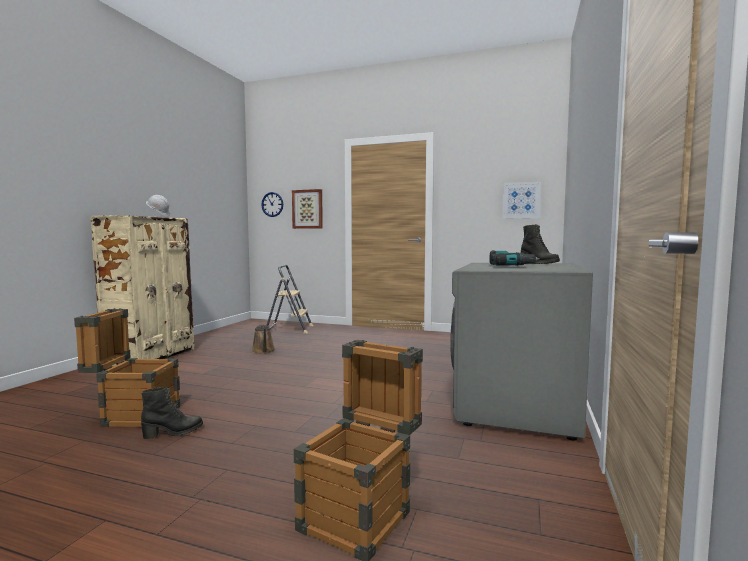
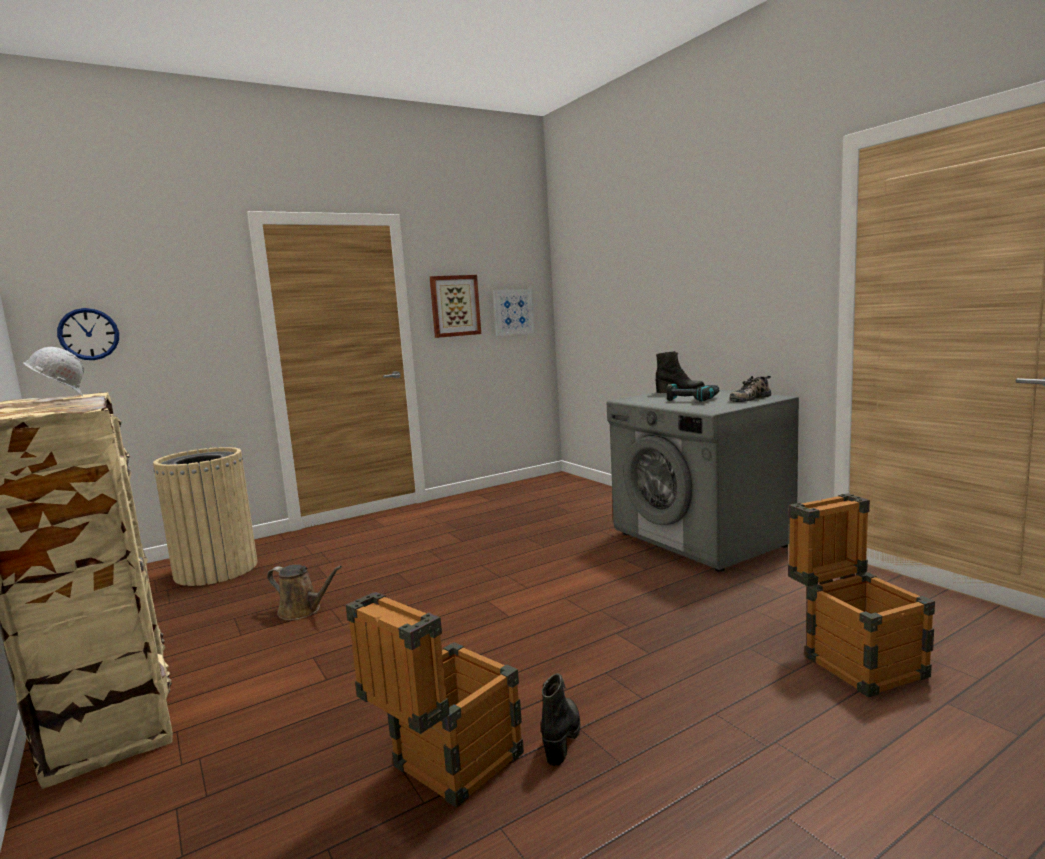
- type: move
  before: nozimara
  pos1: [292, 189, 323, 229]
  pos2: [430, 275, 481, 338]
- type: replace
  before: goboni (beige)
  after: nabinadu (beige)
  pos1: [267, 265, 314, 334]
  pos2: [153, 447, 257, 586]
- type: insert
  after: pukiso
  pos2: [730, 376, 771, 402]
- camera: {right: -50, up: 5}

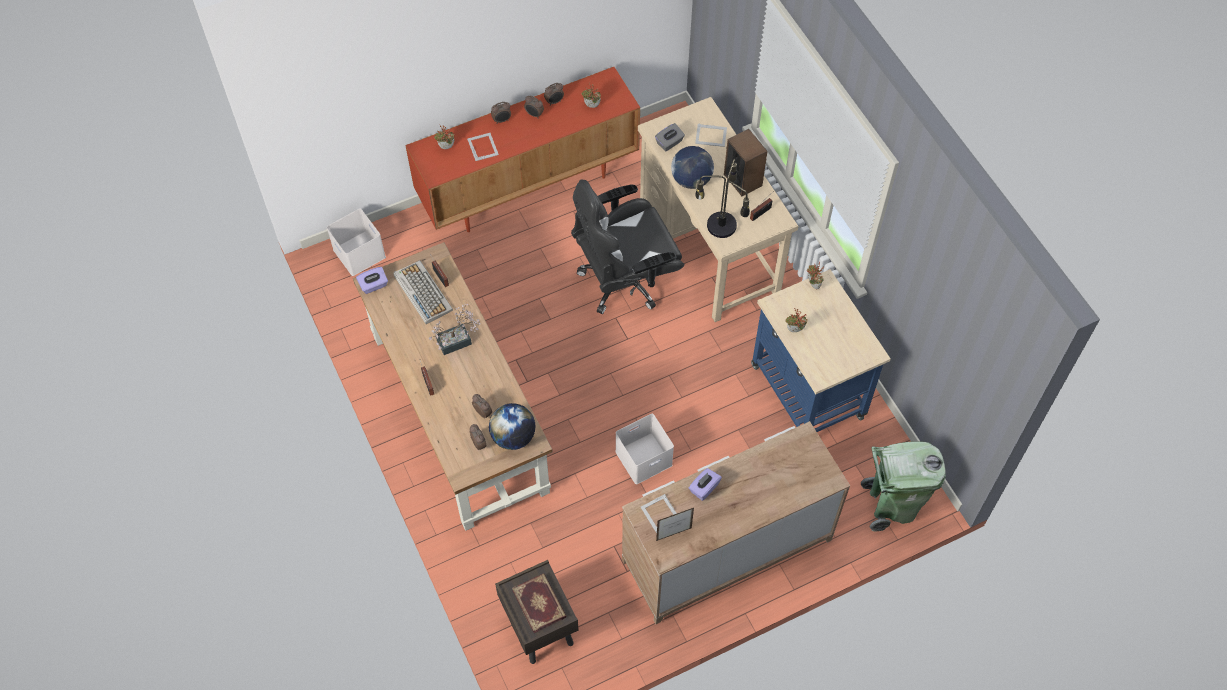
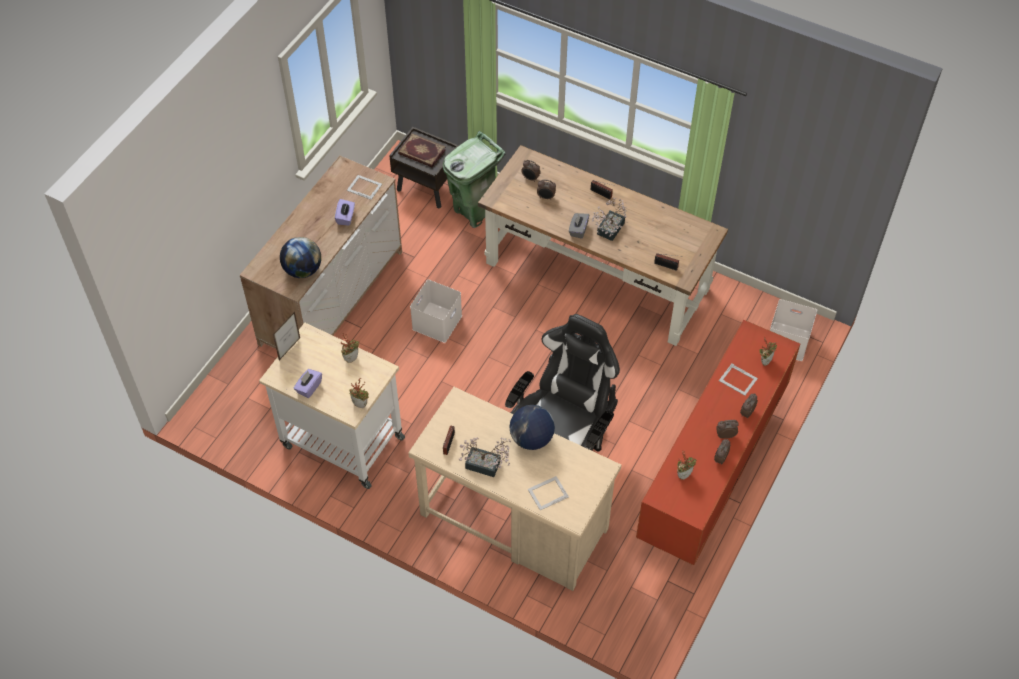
- type: move
  before: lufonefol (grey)
  pos1: [655, 123, 685, 151]
  pos2: [569, 213, 589, 239]
- type: replace
  before: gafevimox
  after: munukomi
  pos1: [724, 129, 768, 196]
  pos2: [459, 437, 511, 477]
- type: delete
  before: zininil
  pos1: [695, 159, 750, 238]
- type: delete
  before: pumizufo
  pos1: [393, 260, 453, 324]
- type: move
  before: lufonefol (purple)
  pos1: [356, 267, 388, 294]
  pos2: [294, 369, 322, 398]
- type: recolor
  before: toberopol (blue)
  after: toberopol (white)
  pos1: [751, 269, 891, 432]
  pos2: [259, 323, 405, 489]
- type: move
  before: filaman
  pos1: [489, 403, 536, 450]
  pos2: [280, 237, 321, 278]
- type: move
  before: nabinadu (green)
  pos1: [861, 441, 946, 531]
  pos2: [443, 131, 506, 228]
- type: move
  before: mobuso
  pos1: [656, 508, 694, 541]
  pos2: [273, 311, 300, 360]
- camera: {right: 145, up: -5}

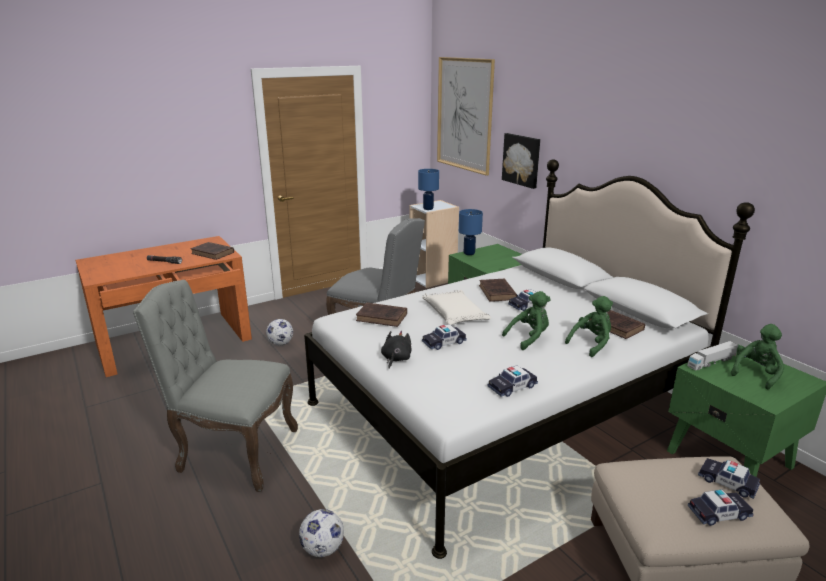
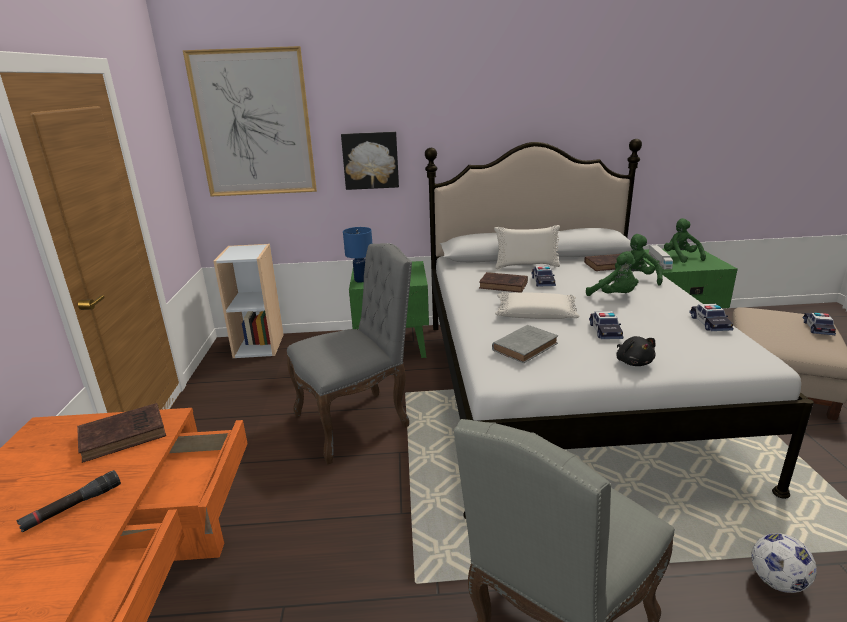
- type: delete
  before: zininil (blue)
  pos1: [418, 169, 439, 210]
- type: rotate
  before: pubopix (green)
  pos1: [502, 291, 551, 350]
  pos2: [586, 251, 636, 296]
  turn: 135
- type: recolor
  before: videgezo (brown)
  after: videgezo (grey)
  pos1: [356, 303, 407, 327]
  pos2: [492, 325, 558, 363]
- type: delete
  before: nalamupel
  pos1: [266, 319, 293, 345]
- type: rotate
  before: pubopix (black)
  pos1: [381, 331, 412, 369]
  pos2: [616, 336, 656, 366]
  turn: -150
- type: delete
  before: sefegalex
  pos1: [698, 458, 760, 499]
- type: insert
  after: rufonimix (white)
  pos2: [494, 225, 560, 269]
- camera: {right: -60, up: 0}

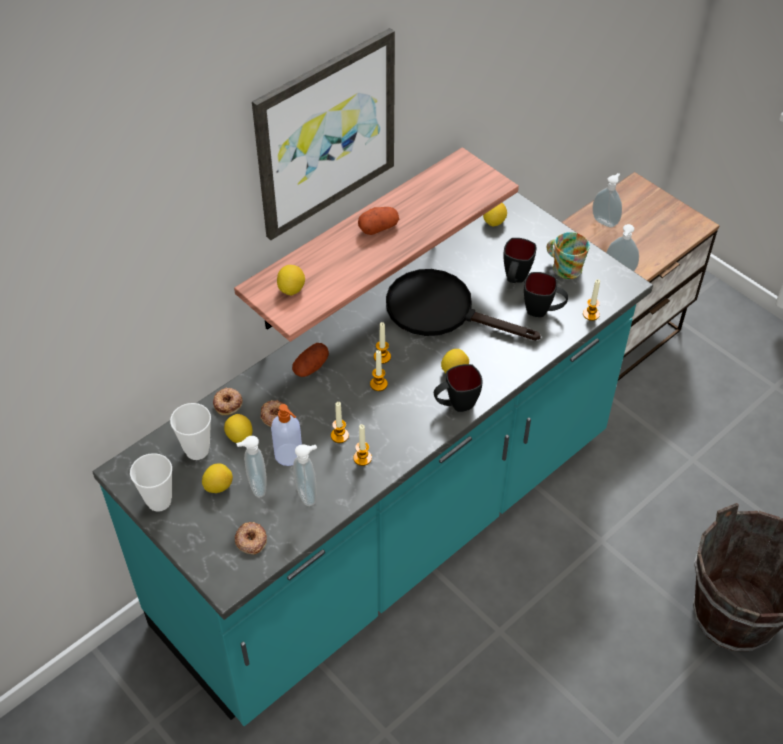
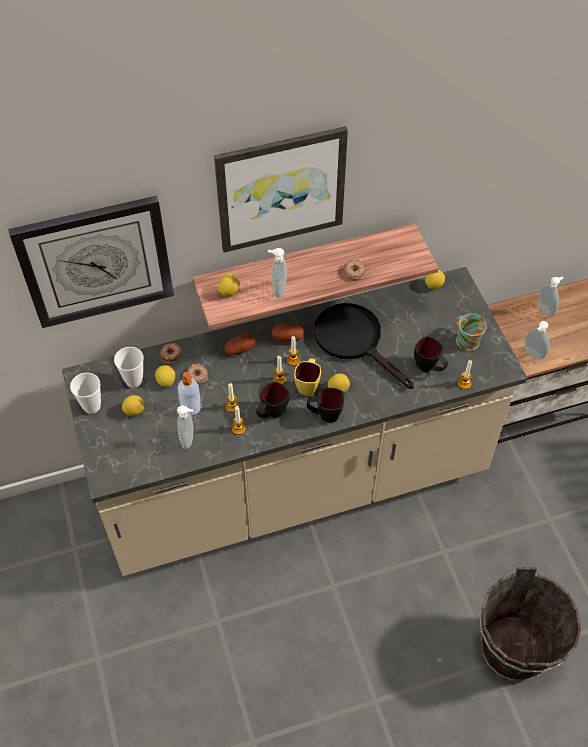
- type: recolor
  before: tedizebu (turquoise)
  after: tedizebu (beige)
  pos1: [92, 192, 653, 726]
  pos2: [62, 267, 527, 576]
- type: move
  before: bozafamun
  pos1: [358, 207, 399, 235]
  pos2: [272, 324, 304, 342]
- type: move
  before: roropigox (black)
  pos1: [504, 238, 536, 283]
  pos2: [256, 382, 290, 418]
- type: move
  before: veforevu
  pos1: [236, 436, 267, 498]
  pos2: [268, 248, 287, 297]
- type: move
  before: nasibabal
  pos1: [235, 522, 267, 555]
  pos2: [343, 259, 366, 281]
- type: insert
  after: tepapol
  pos2: [8, 196, 174, 328]
- type: insert
  after: roropigox (yellow)
  pos2: [294, 359, 321, 396]
- camera: {right: 25, up: 5}

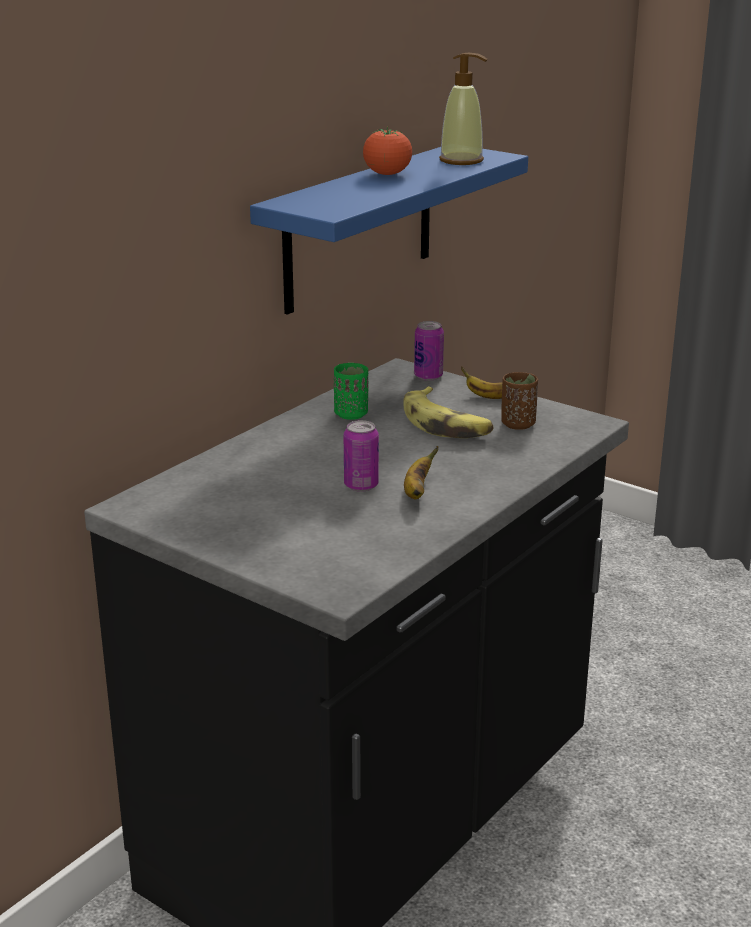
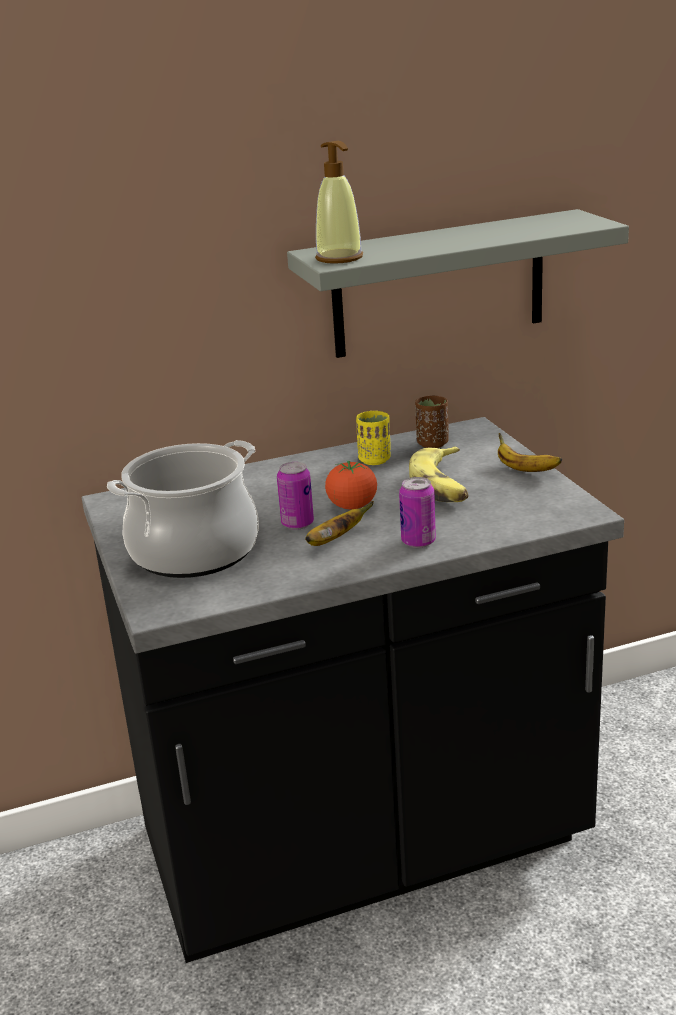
- type: move
  before: veforevu
  pos1: [439, 53, 488, 165]
  pos2: [315, 141, 363, 264]
- type: move
  before: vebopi
  pos1: [363, 126, 412, 175]
  pos2: [325, 461, 377, 509]
- type: recolor
  before: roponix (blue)
  after: roponix (grey)
  pos1: [250, 147, 528, 315]
  pos2: [287, 209, 629, 358]
- type: move
  before: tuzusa
  pos1: [414, 321, 444, 381]
  pos2: [399, 477, 436, 548]
- type: recolor
  before: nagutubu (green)
  after: nagutubu (yellow)
  pos1: [334, 363, 368, 420]
  pos2: [356, 411, 391, 465]
- type: move
  before: nagutubu (brown)
  pos1: [501, 372, 538, 430]
  pos2: [415, 396, 449, 448]
- type: insert
  after: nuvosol
  pos2: [107, 440, 259, 578]
- camera: {right: 35, up: 0}

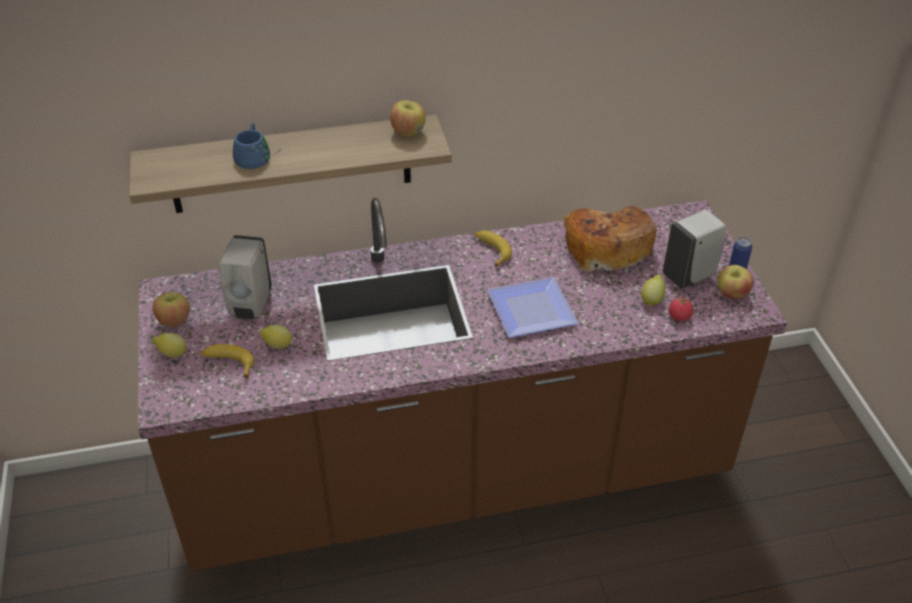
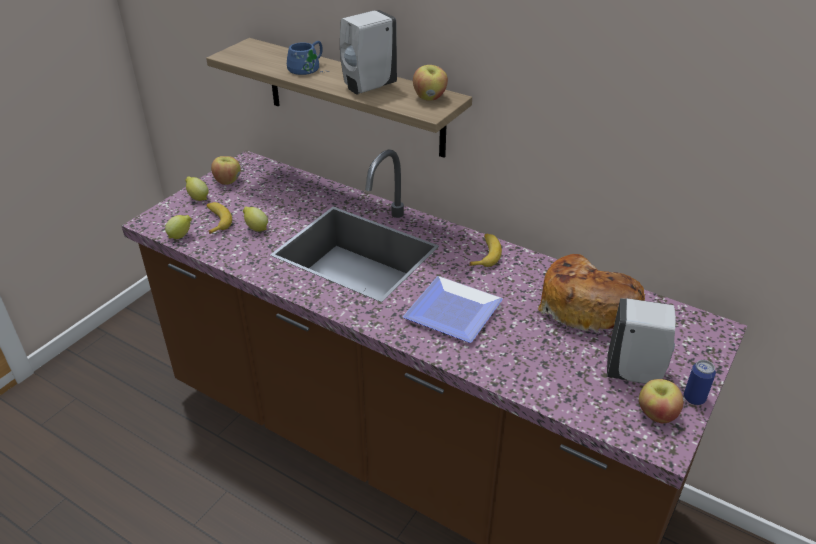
- type: move
  before: veforevu (white)
  pos1: [219, 235, 272, 319]
  pos2: [340, 10, 397, 95]
- type: move
  before: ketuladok
  pos1: [641, 275, 665, 307]
  pos2: [165, 215, 192, 239]
- type: delete
  before: vebopi
  pos1: [669, 296, 693, 321]
- camera: {right: 45, up: -5}

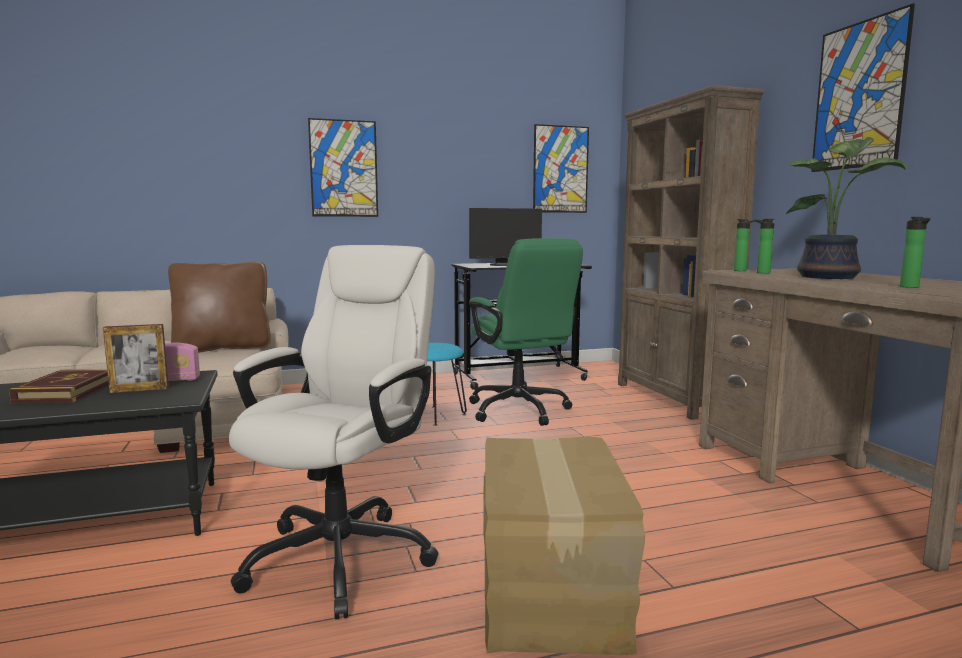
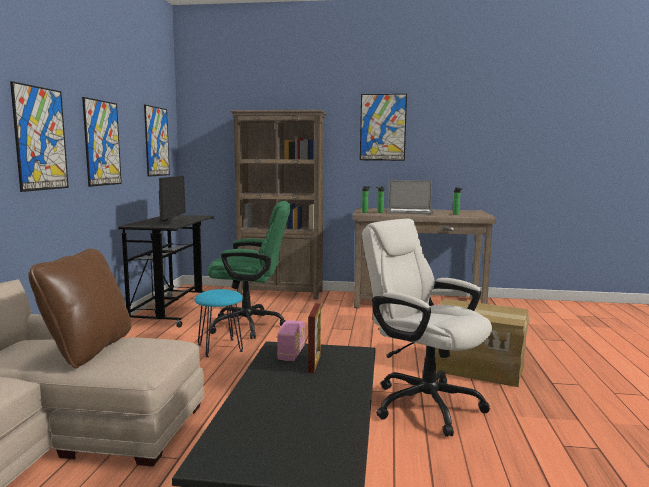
- type: replace
  before: munukomi
  after: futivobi
  pos1: [786, 137, 907, 279]
  pos2: [388, 180, 434, 214]
- type: delete
  before: videgezo
  pos1: [9, 369, 109, 404]
- type: insert
  after: nozimara
  pos2: [82, 97, 122, 187]
- camera: {right: -65, up: 0}

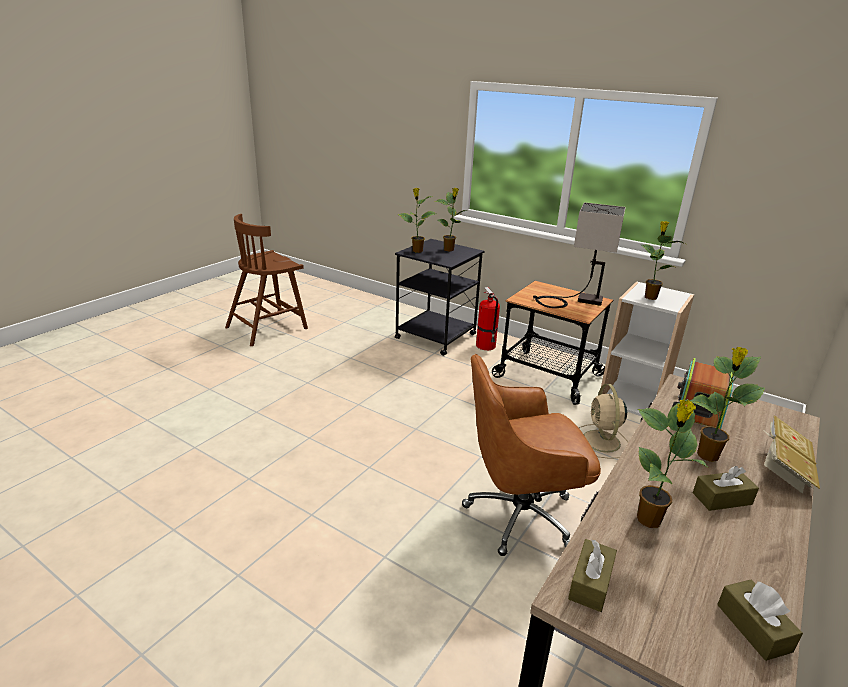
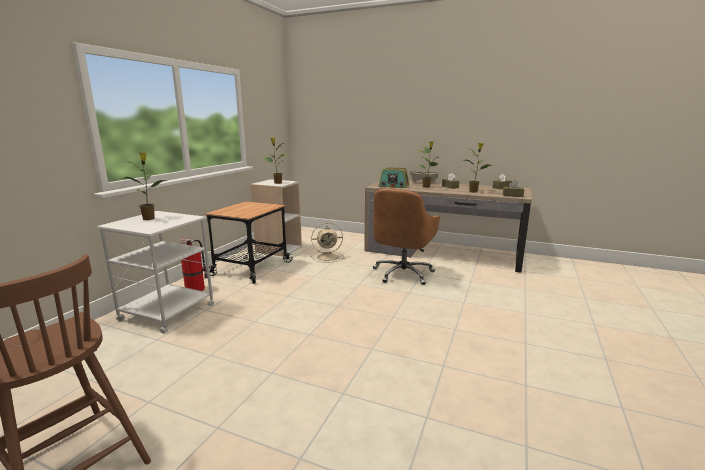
- type: delete
  before: munukomi
  pos1: [397, 188, 436, 253]
- type: delete
  before: zininil
  pos1: [533, 202, 626, 308]
- type: recolor
  before: toberopol (black)
  after: toberopol (white)
  pos1: [395, 239, 484, 356]
  pos2: [97, 211, 214, 334]
- type: rotate
  before: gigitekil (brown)
  pos1: [462, 354, 601, 556]
  pos2: [373, 188, 440, 285]
  turn: 45
- camera: {right: -100, up: -10}

